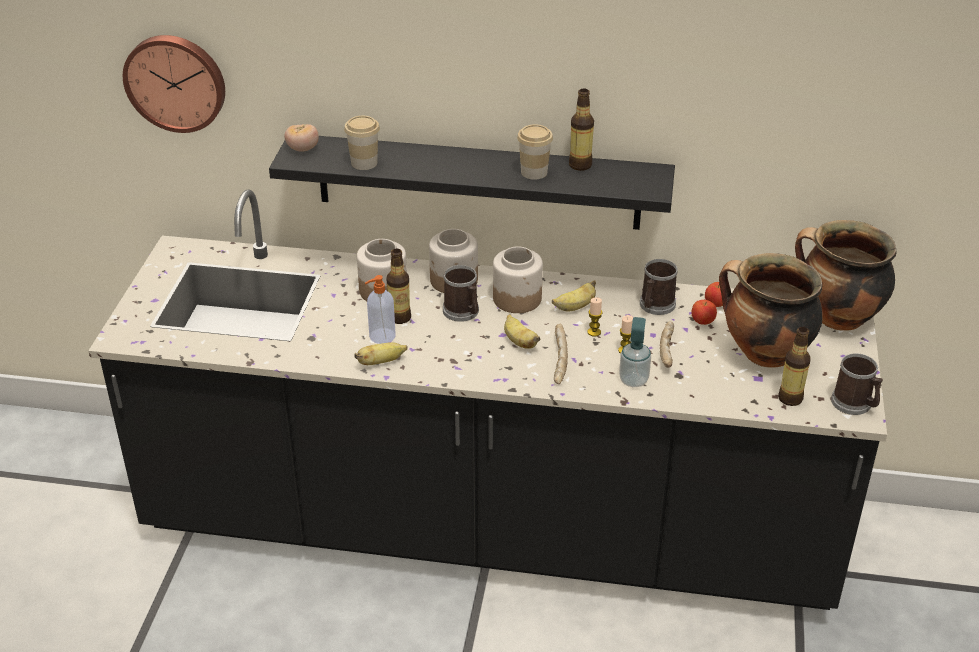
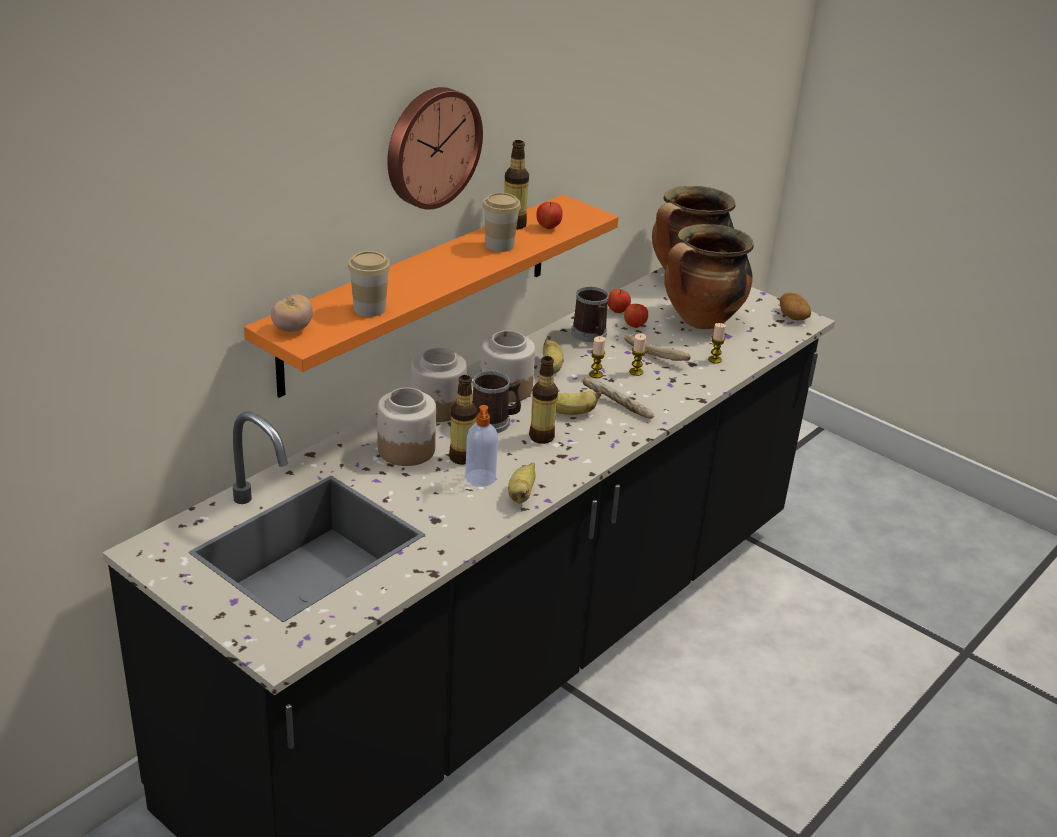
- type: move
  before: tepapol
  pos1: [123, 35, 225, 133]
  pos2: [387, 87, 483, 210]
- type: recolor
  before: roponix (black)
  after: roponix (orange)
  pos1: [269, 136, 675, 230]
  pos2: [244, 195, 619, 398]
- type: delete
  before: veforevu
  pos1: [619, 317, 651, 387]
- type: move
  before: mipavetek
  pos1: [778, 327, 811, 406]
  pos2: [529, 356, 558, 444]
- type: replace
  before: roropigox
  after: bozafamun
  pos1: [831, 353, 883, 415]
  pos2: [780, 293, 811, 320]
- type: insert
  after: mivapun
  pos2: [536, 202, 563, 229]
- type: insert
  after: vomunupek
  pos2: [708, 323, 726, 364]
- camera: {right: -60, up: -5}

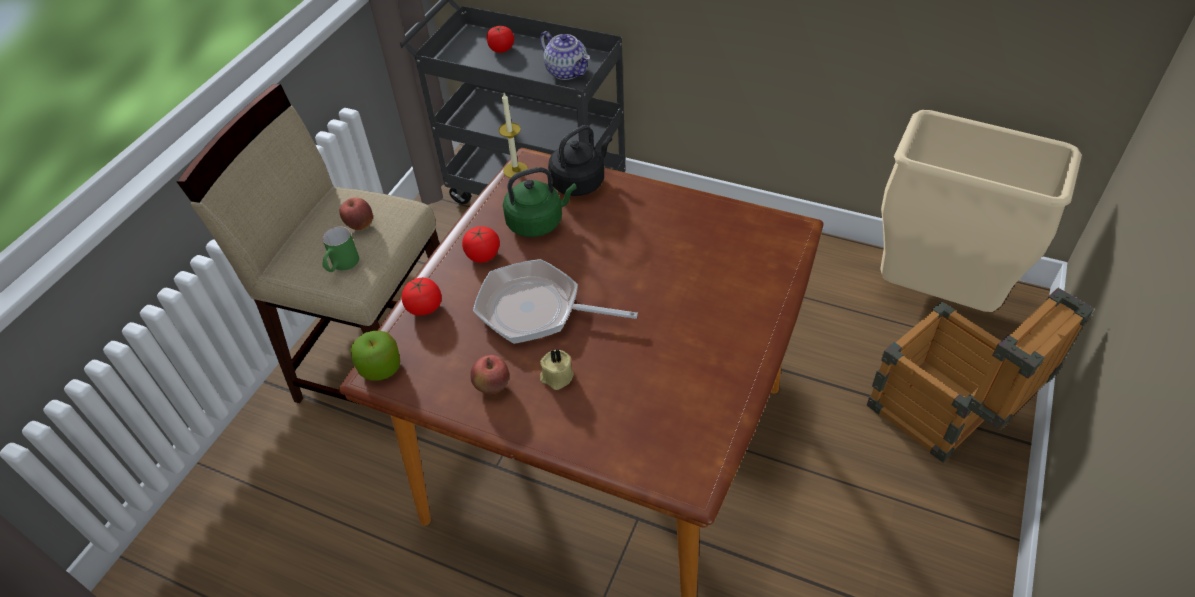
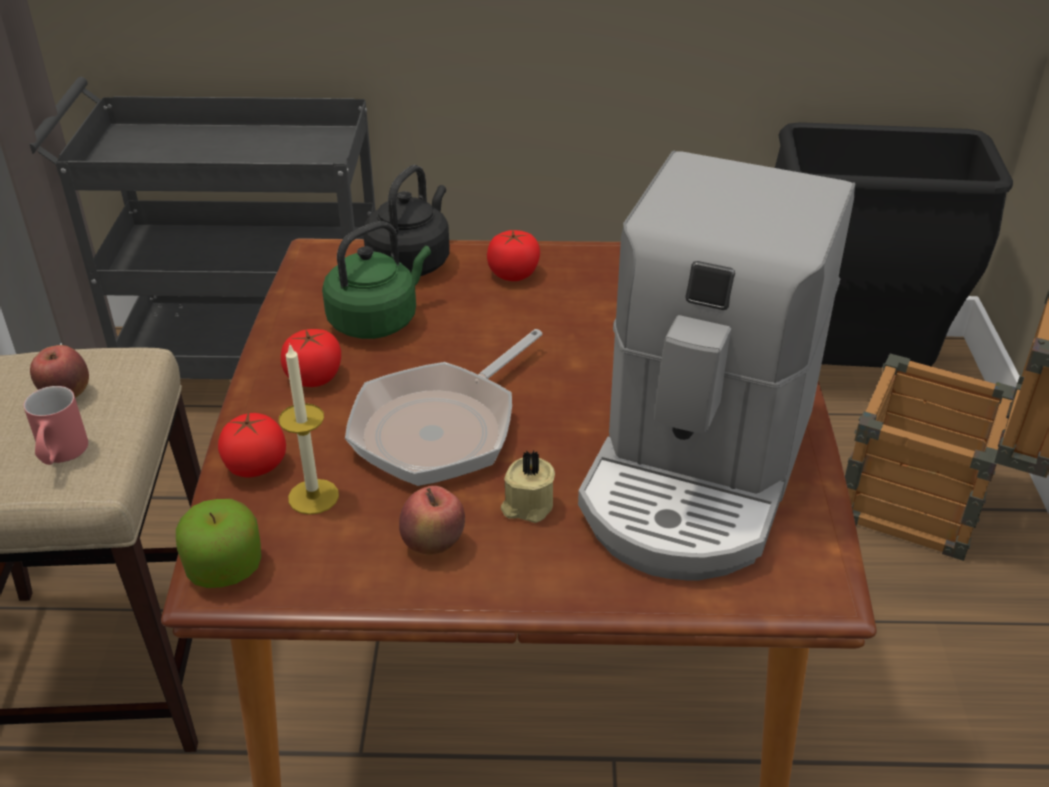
- type: move
  before: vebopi
  pos1: [487, 26, 514, 53]
  pos2: [487, 230, 540, 281]
- type: delete
  before: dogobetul
  pos1: [540, 31, 590, 80]
- type: move
  before: vomunupek
  pos1: [499, 93, 528, 178]
  pos2: [279, 343, 339, 515]
- type: recolor
  before: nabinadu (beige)
  after: nabinadu (black)
  pos1: [880, 110, 1082, 312]
  pos2: [775, 122, 1013, 368]
- type: recolor
  before: roropigox (green)
  after: roropigox (red)
  pos1: [322, 226, 359, 272]
  pos2: [23, 386, 88, 465]
- type: rotate
  before: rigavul
  pos1: [473, 259, 638, 344]
  pos2: [345, 329, 542, 486]
  turn: -45
- type: insert
  after: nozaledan
  pos2: [578, 151, 855, 580]
- camera: {right: -25, up: -10}

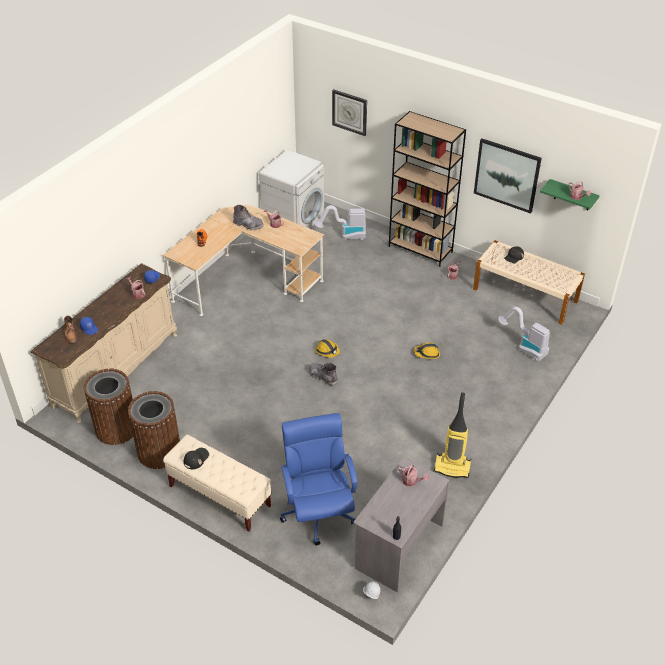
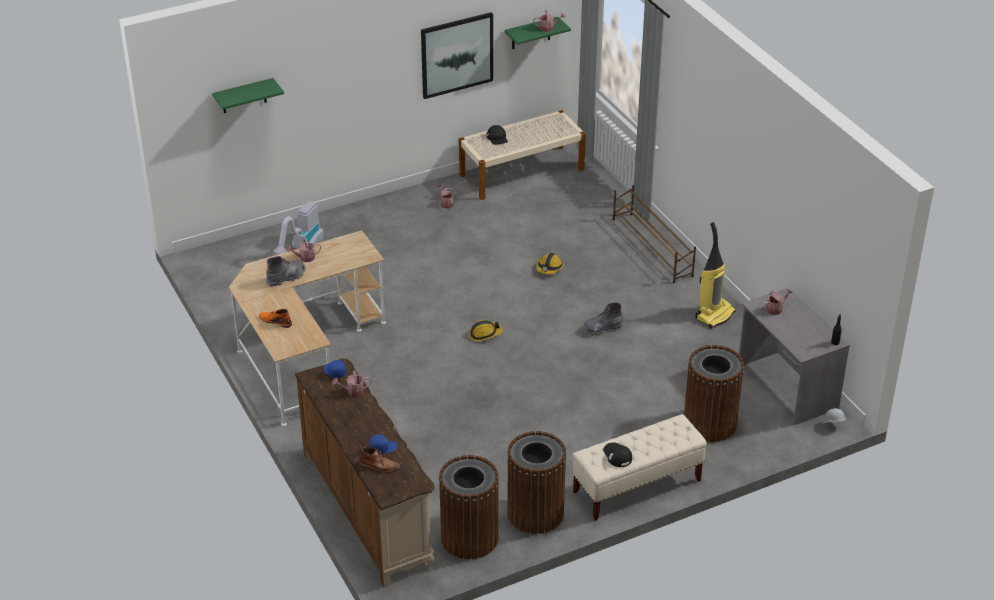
- type: replace
  before: tepapol
  after: roponix (green)
  pos1: [332, 89, 367, 136]
  pos2: [212, 78, 284, 113]
- type: delete
  before: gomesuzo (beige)
  pos1: [389, 111, 466, 267]
- type: delete
  before: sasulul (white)
  pos1: [259, 149, 324, 228]
- type: delete
  before: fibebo
  pos1: [498, 306, 550, 361]
- type: move
  before: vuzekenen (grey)
  pos1: [309, 363, 338, 386]
  pos2: [583, 302, 623, 336]
- type: replace
  before: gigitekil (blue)
  after: nabinadu (brown)
  pos1: [280, 413, 357, 545]
  pos2: [684, 345, 744, 442]
- type: insert
  after: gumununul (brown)
  pos2: [613, 185, 696, 283]
- camera: {right: -60, up: -5}

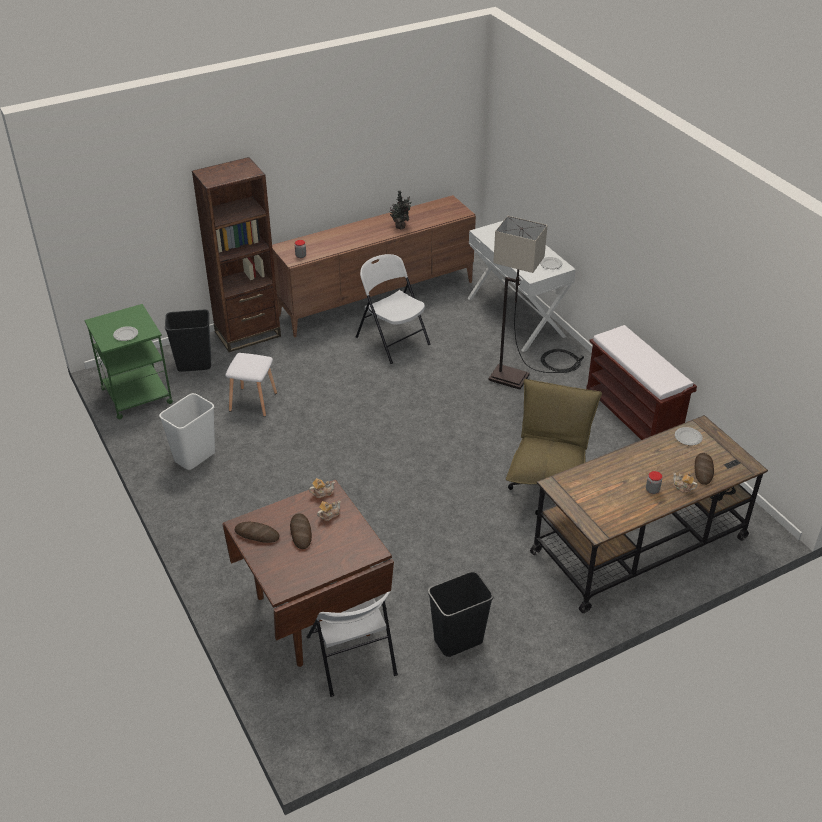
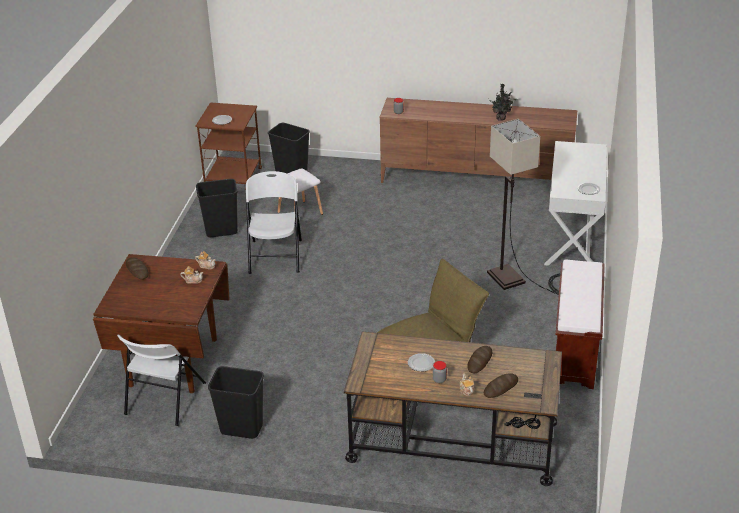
- type: delete
  before: gomesuzo (brown)
  pos1: [192, 157, 281, 352]
- type: move
  before: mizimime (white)
  pos1: [356, 254, 430, 364]
  pos2: [246, 171, 302, 274]
- type: recolor
  before: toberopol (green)
  after: toberopol (brown)
  pos1: [84, 304, 173, 419]
  pos2: [196, 102, 262, 190]
- type: recolor
  before: nabinadu (white)
  after: nabinadu (black)
  pos1: [159, 393, 215, 470]
  pos2: [196, 179, 238, 237]
- type: move
  before: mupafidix
  pos1: [675, 427, 703, 445]
  pos2: [408, 353, 435, 372]
- type: move
  before: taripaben
  pos1: [290, 513, 312, 549]
  pos2: [467, 346, 492, 374]
- camera: {right: 40, up: -5}

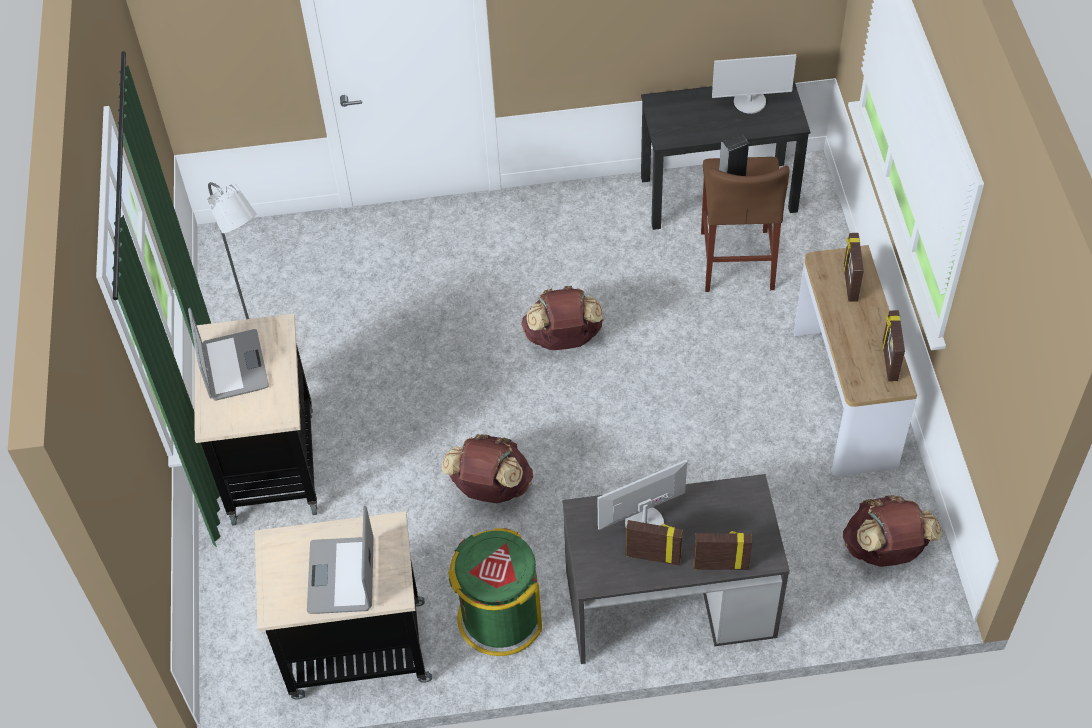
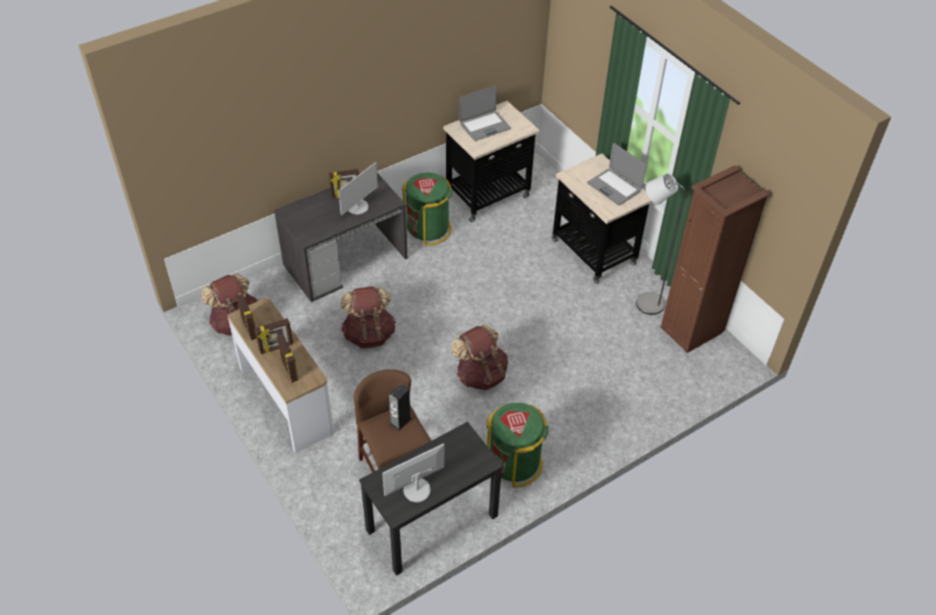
- type: move
  before: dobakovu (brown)
  pos1: [442, 434, 533, 503]
  pos2: [341, 287, 396, 348]
- type: rotate
  before: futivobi
  pos1: [307, 506, 374, 614]
  pos2: [459, 86, 511, 141]
  turn: 90
- type: move
  before: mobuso
  pos1: [693, 531, 752, 570]
  pos2: [255, 318, 293, 354]
- type: insert
  after: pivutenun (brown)
  pos2: [661, 165, 771, 353]
- type: insert
  after: nabinadu (green)
  pos2: [487, 403, 549, 488]
- camera: {right: 150, up: -5}

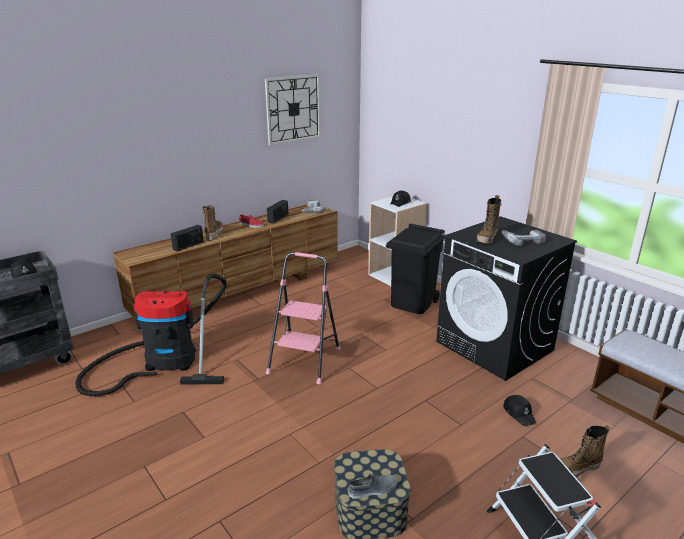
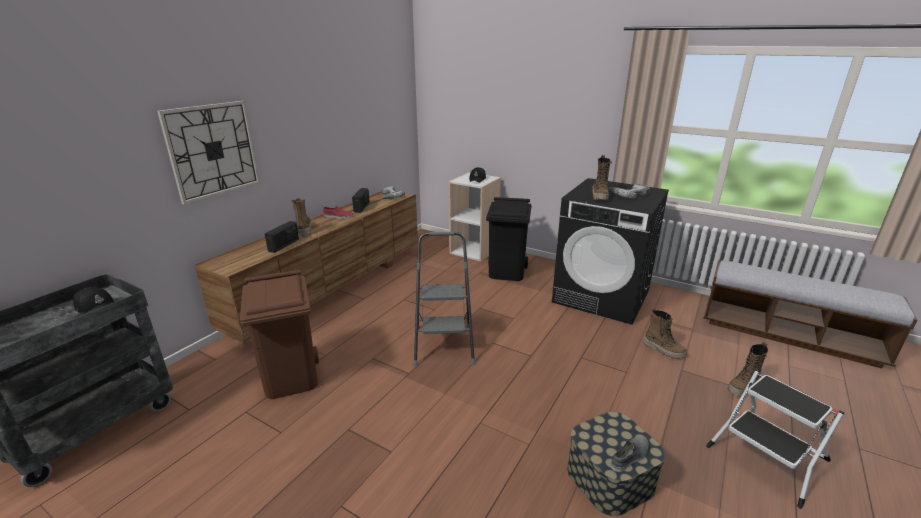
- type: move
  before: tepapol
  pos1: [265, 74, 320, 145]
  pos2: [157, 101, 260, 205]
- type: recolor
  before: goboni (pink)
  after: goboni (grey)
  pos1: [266, 252, 341, 384]
  pos2: [413, 232, 476, 367]
- type: replace
  before: fibebo
  after: nabinadu (brown)
  pos1: [75, 274, 227, 396]
  pos2: [240, 270, 319, 399]
- type: replace
  before: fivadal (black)
  after: vuzekenen
  pos1: [503, 395, 536, 426]
  pos2: [644, 308, 687, 359]
- camera: {right: -20, up: 0}

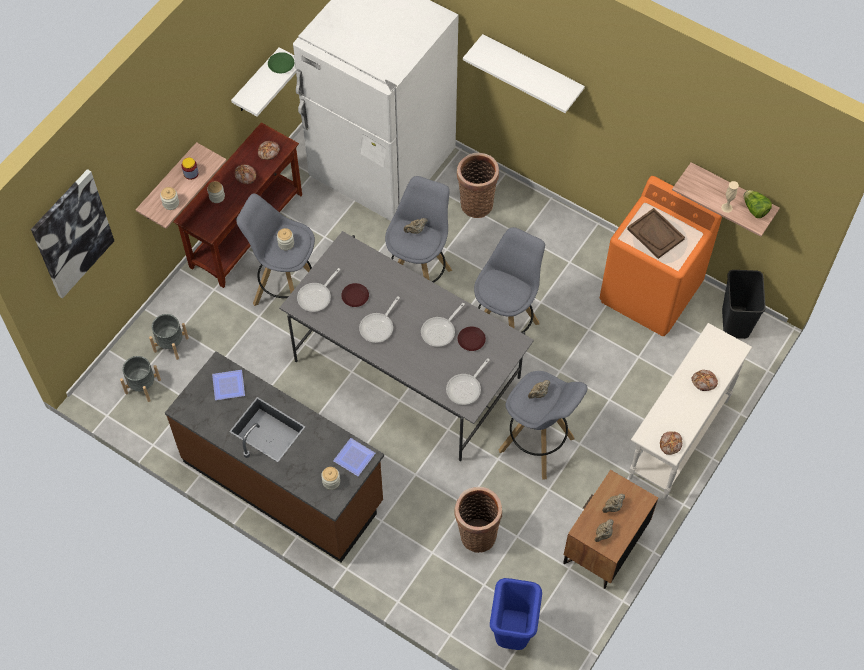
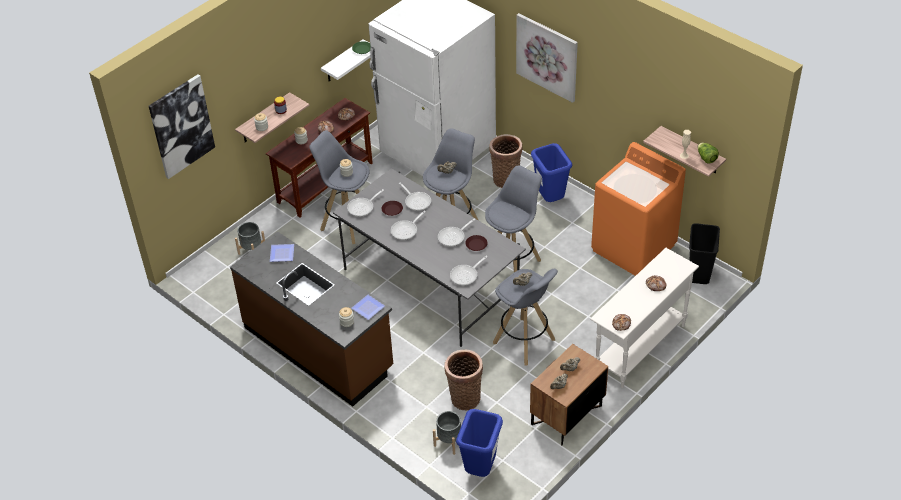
- type: replace
  before: roponix (white)
  after: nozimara
  pos1: [463, 34, 585, 113]
  pos2: [516, 13, 578, 103]
- type: delete
  before: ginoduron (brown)
  pos1: [627, 208, 685, 259]
- type: move
  before: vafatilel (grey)
  pos1: [120, 356, 161, 402]
  pos2: [433, 411, 463, 455]
- type: insert
  after: nabinadu (blue)
  pos2: [531, 143, 572, 202]
- type: insert
  after: rigavul
  pos2: [399, 182, 431, 211]
- camera: {right: 10, up: -15}

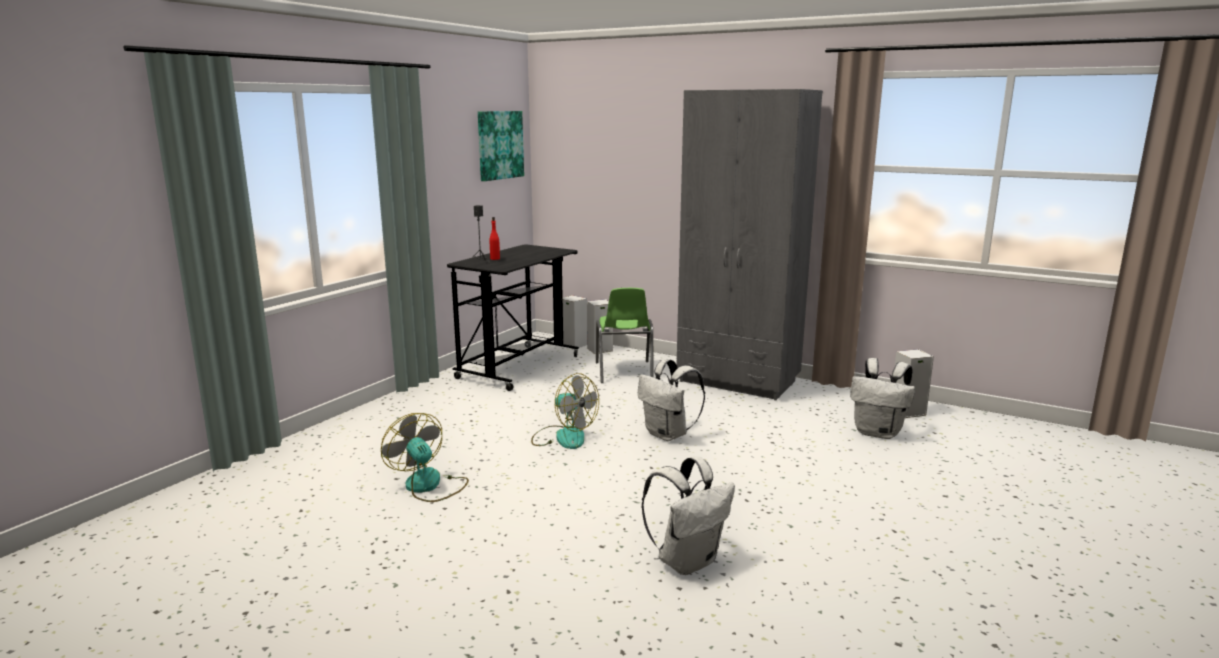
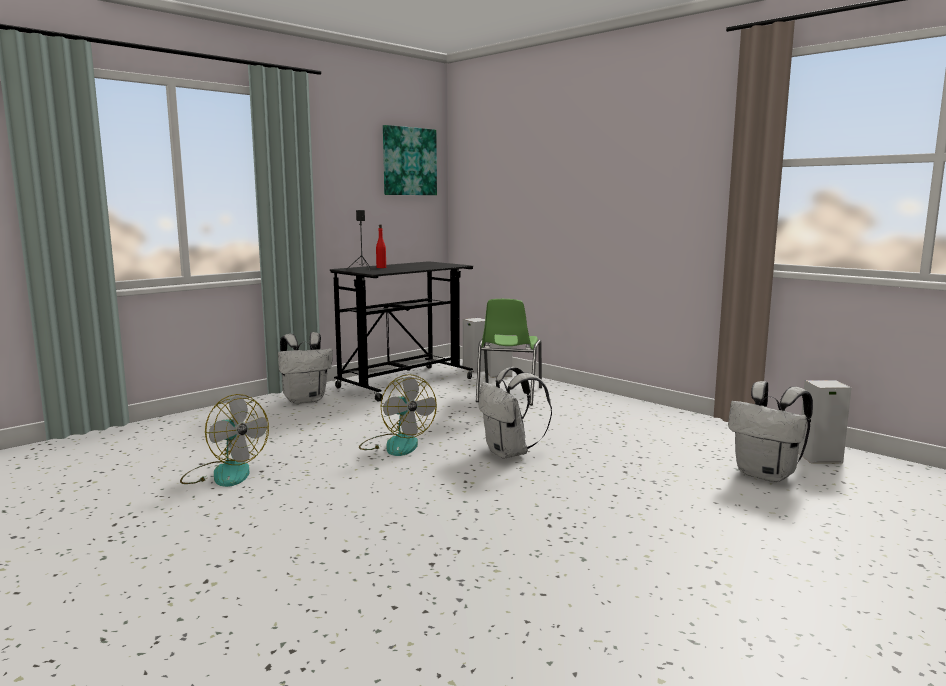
- type: delete
  before: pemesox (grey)
  pos1: [677, 89, 823, 400]
- type: rotate
  before: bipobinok
  pos1: [381, 413, 469, 502]
  pos2: [180, 394, 269, 487]
  turn: 150
- type: move
  before: dobakovu (white)
  pos1: [642, 456, 735, 575]
  pos2: [278, 332, 333, 404]
- camera: {right: 15, up: -5}

